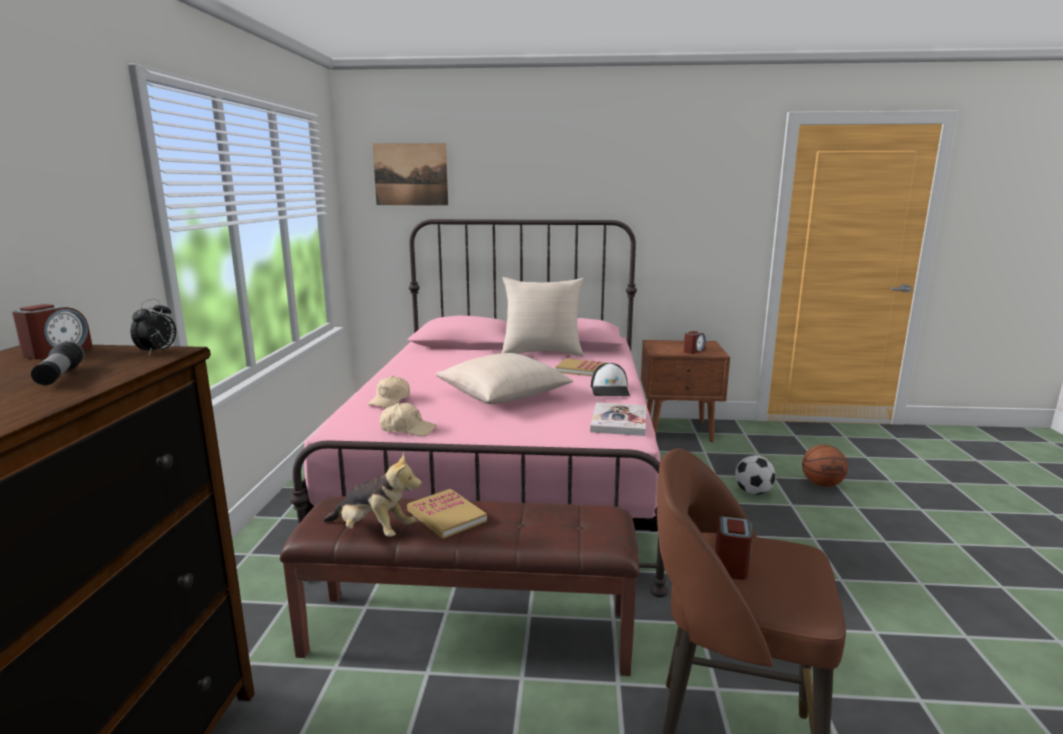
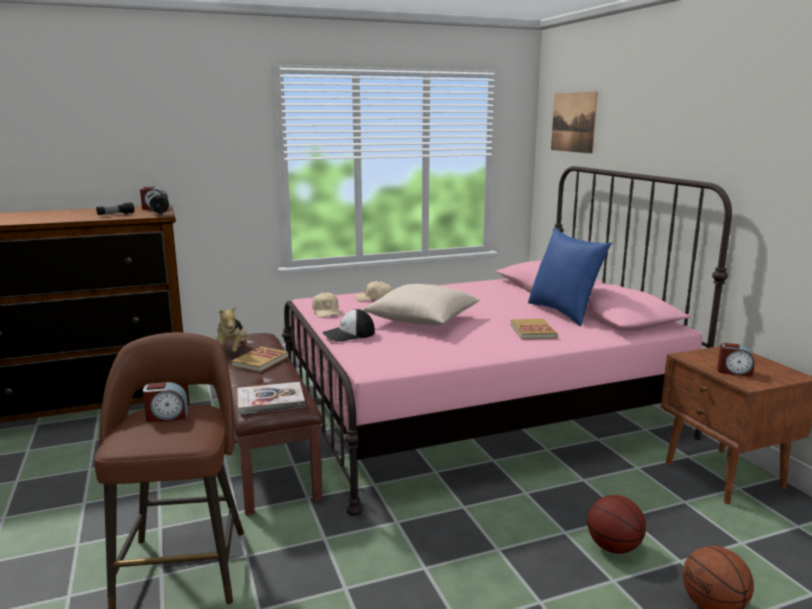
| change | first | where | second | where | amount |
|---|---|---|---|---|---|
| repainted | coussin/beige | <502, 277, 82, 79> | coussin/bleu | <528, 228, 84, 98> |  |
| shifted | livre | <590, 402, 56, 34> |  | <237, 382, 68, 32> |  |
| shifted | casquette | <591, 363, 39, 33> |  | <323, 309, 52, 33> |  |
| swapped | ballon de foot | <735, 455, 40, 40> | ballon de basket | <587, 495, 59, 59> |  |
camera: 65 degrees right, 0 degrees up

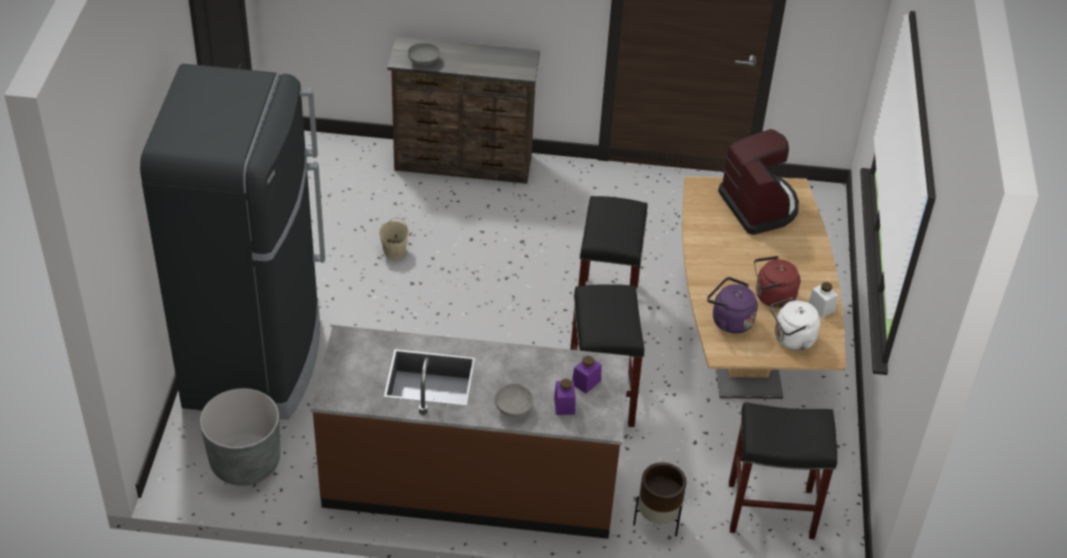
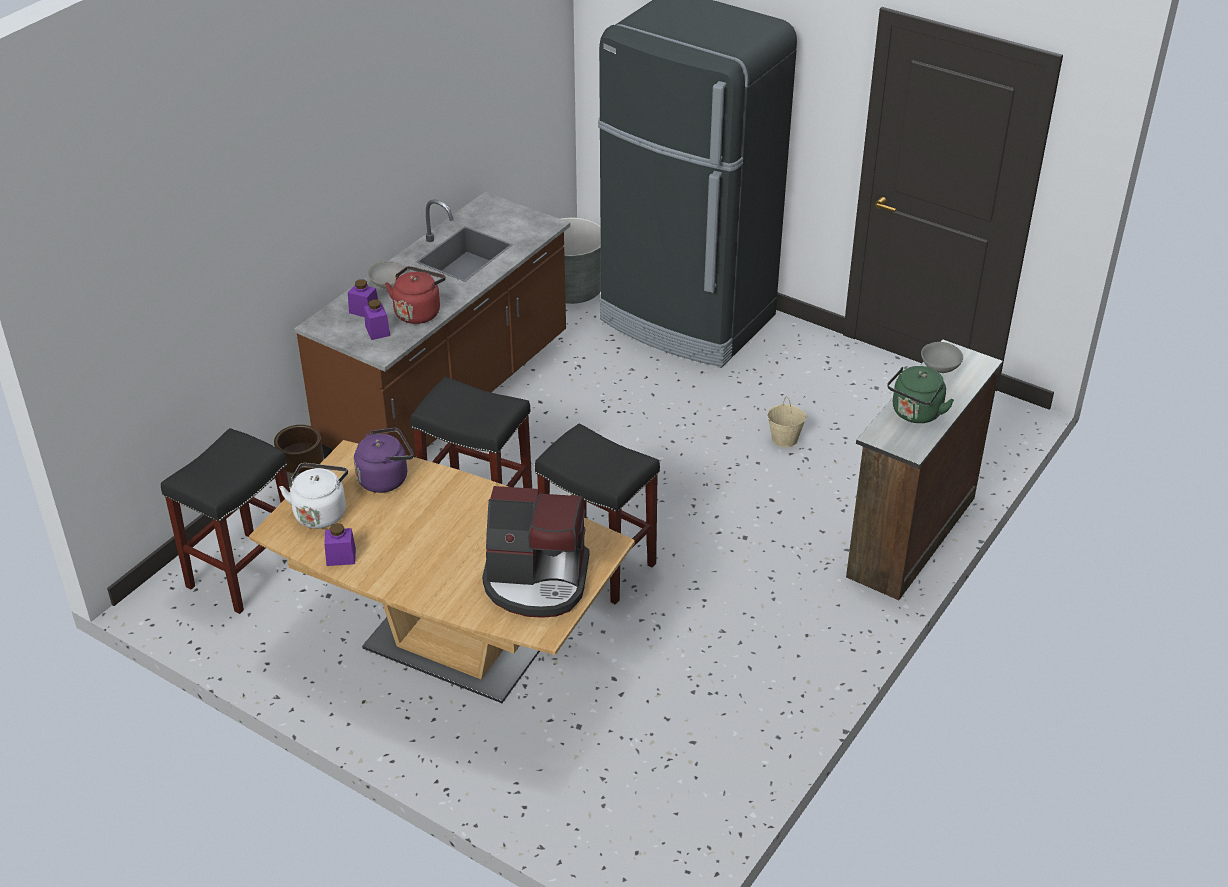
| change | first | where | second | where | amount |
|---|---|---|---|---|---|
| shifted | bouilloire/rouge | <754, 256, 46, 52> |  | <385, 266, 61, 58> |  |
| repainted | bocal/blanc | <808, 282, 30, 36> | bocal/violet | <324, 523, 32, 43> |  |
| new |  |  | bouilloire/vert | <887, 366, 67, 57> |  |
camera: 120 degrees right, 5 degrees down

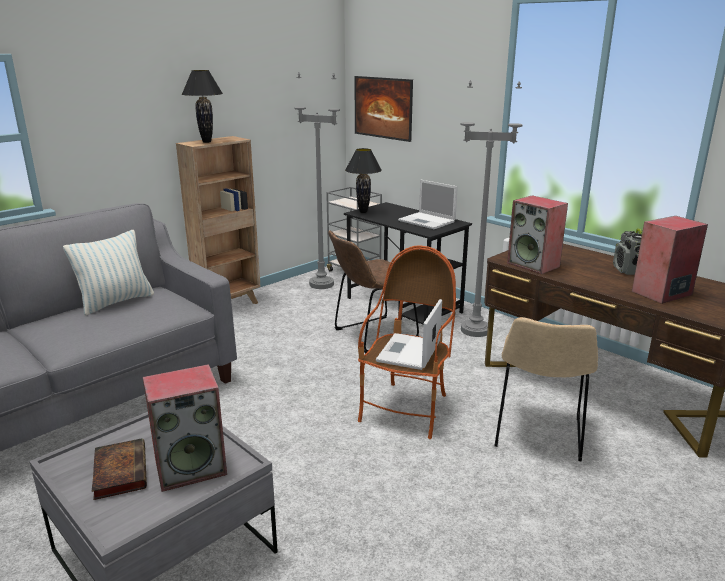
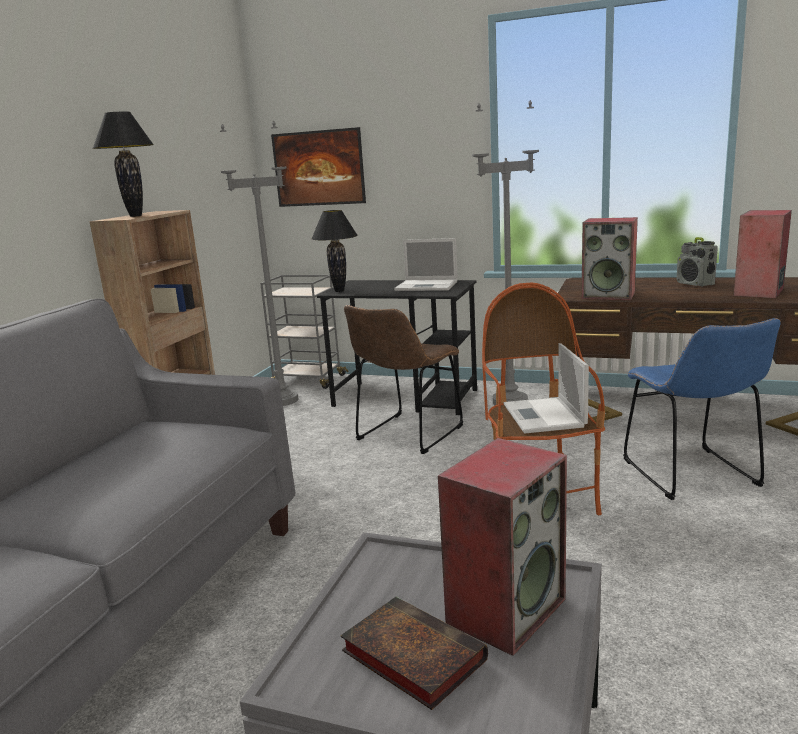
| change | first | where | second | where | amount |
|---|---|---|---|---|---|
| gone | coussin | <63, 230, 91, 86> |  |  |  |
| repainted | chaise/beige | <494, 317, 104, 144> | chaise/bleu | <623, 318, 158, 182> |  |
camera: 25 degrees left, 5 degrees down

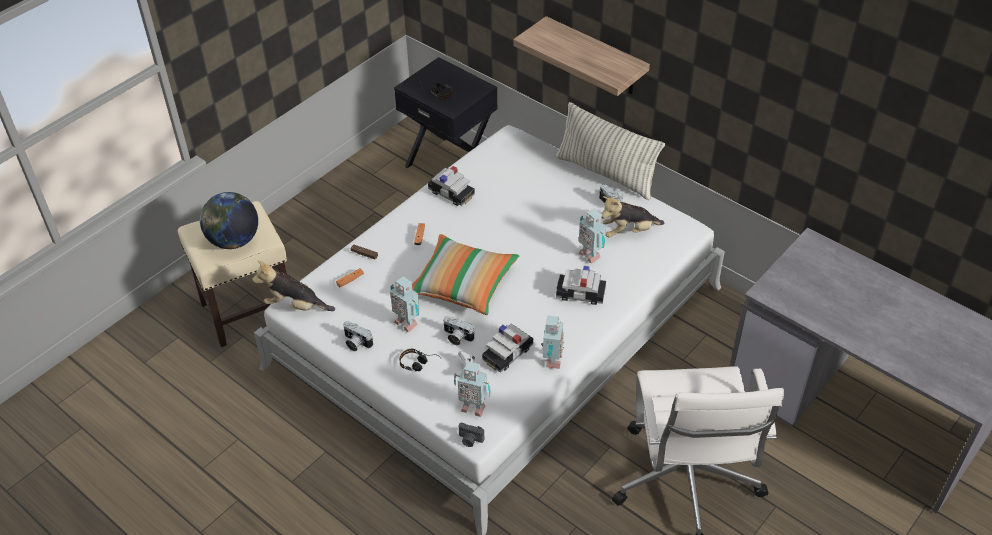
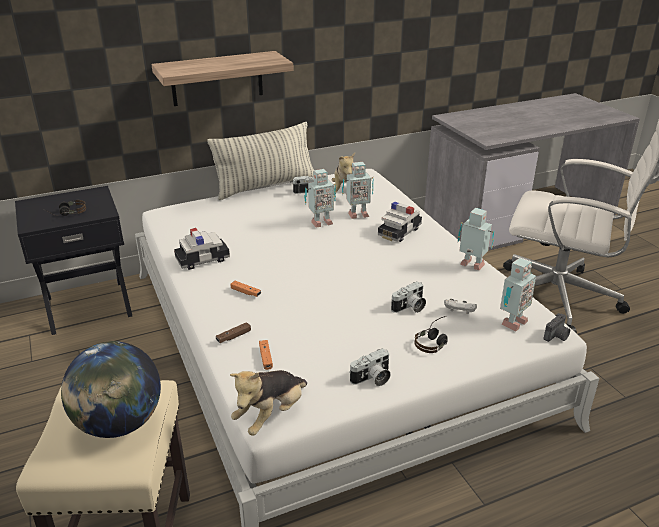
| change | first | where | second | where | amount |
|---|---|---|---|---|---|
| shifted | robot jouet | <390, 276, 30, 57> |  | <304, 169, 32, 59> |  |
| gone | coussin | <412, 234, 107, 81> |  |  |  |
| gone | petite voiture | <482, 324, 51, 49> |  |  |  |
camera: 65 degrees left, 15 degrees down

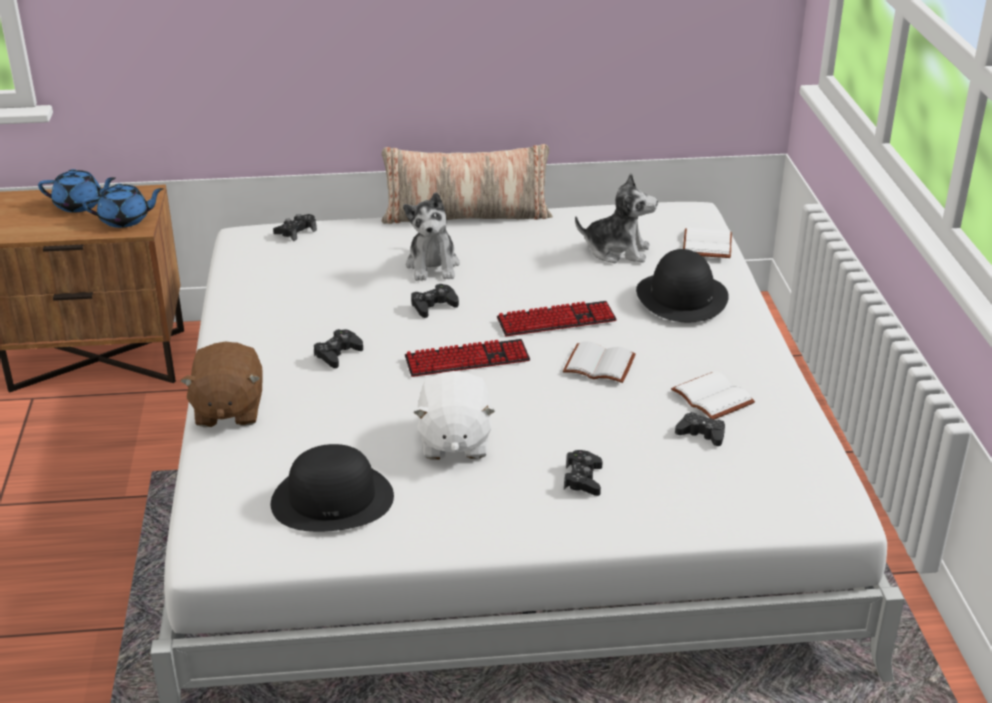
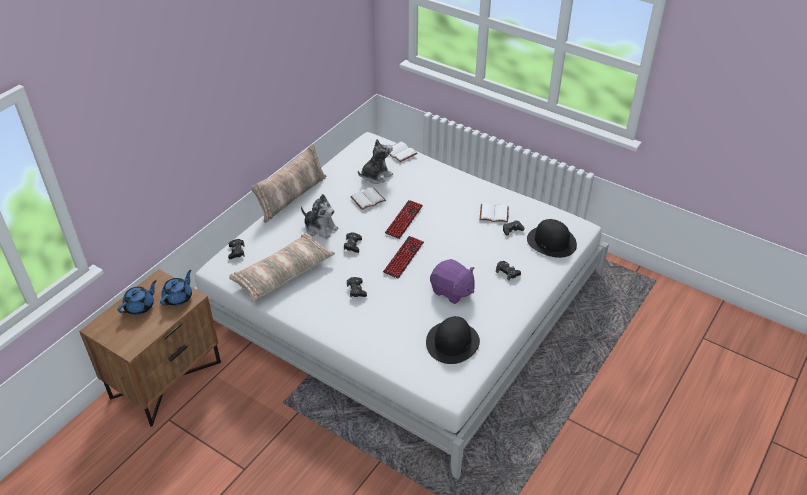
| change | first | where | second | where | amount |
|---|---|---|---|---|---|
| gone | peluche/marron | <180, 342, 83, 85> |  |  |  |
| repainted | peluche/blanc | <413, 371, 83, 89> | peluche/violet | <430, 259, 45, 45> |  |
| shifted | livre/blanc | <563, 341, 73, 42> |  | <350, 187, 36, 23> |  |
| shifted | chapeau/noir | <636, 249, 93, 73> |  | <527, 219, 50, 39> |  |
| new |  |  | coussin | <229, 233, 106, 69> |  |
camera: 50 degrees left, 10 degrees up

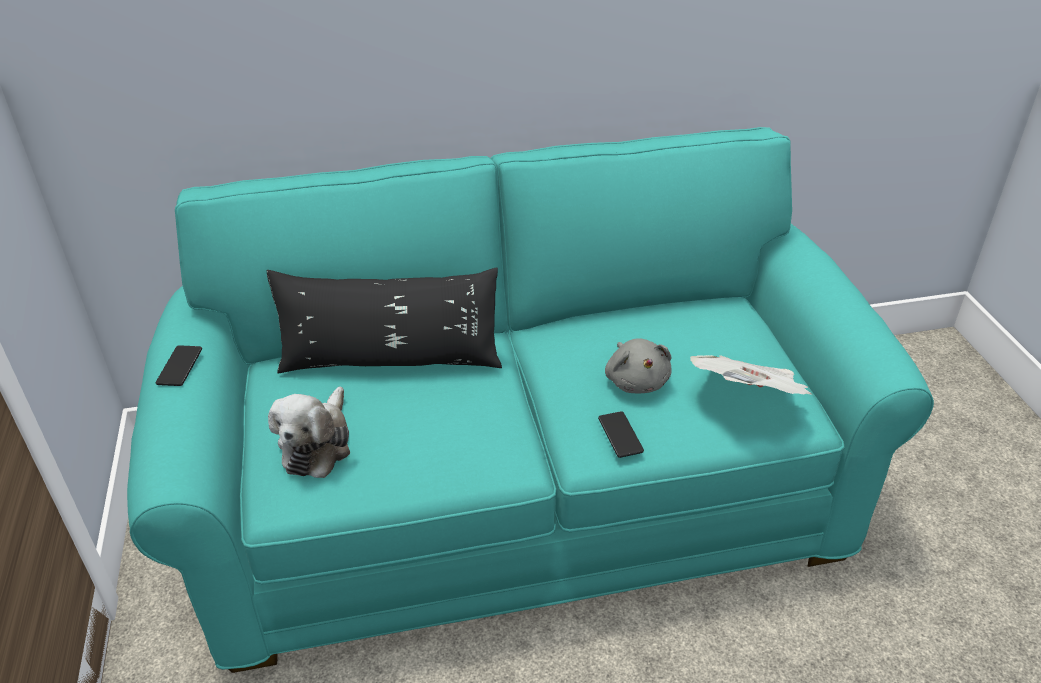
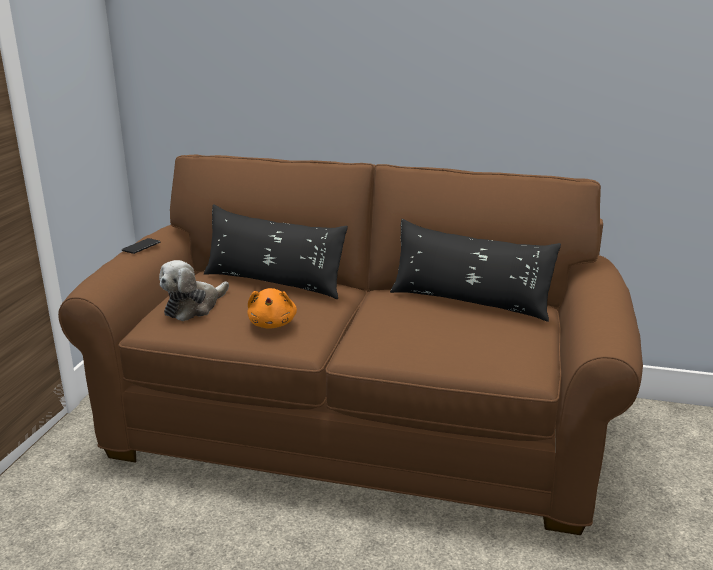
| change | first | where | second | where | amount |
|---|---|---|---|---|---|
| repainted | canapé/turquoise | <127, 127, 807, 546> | canapé/marron | <58, 155, 585, 380> |  |
| gone | téléphone | <598, 411, 46, 47> |  |  |  |
| gone | peluche/gris | <605, 338, 66, 56> |  |  |  |
| gone | journal | <690, 355, 122, 40> |  |  |  |
| new |  |  | peluche/orange | <247, 288, 50, 41> |  |
| new |  |  | coussin/noir | <390, 219, 171, 103> |  |
camera: 25 degrees right, 15 degrees down

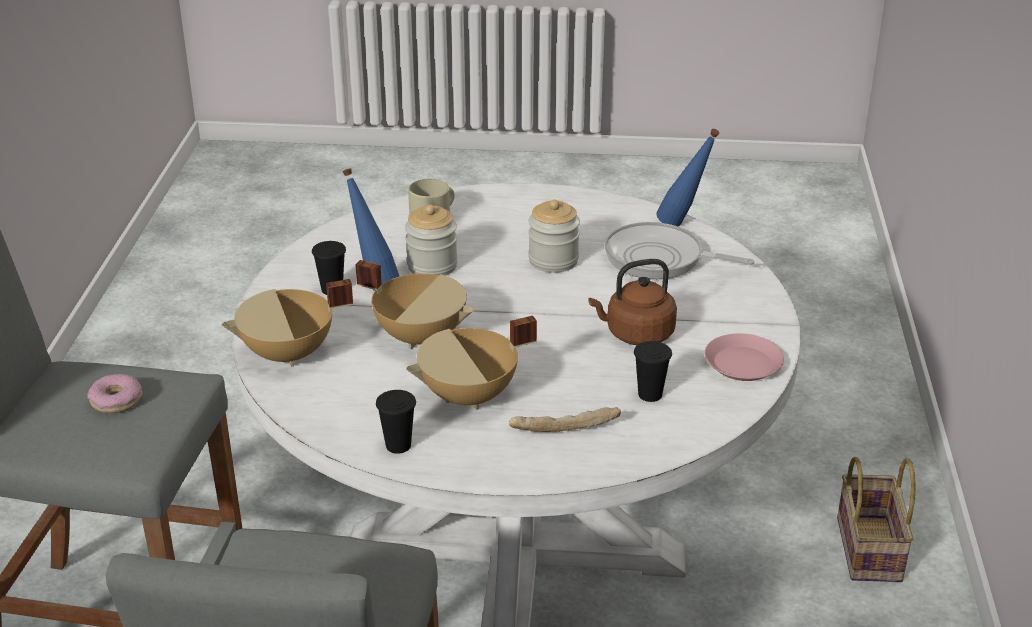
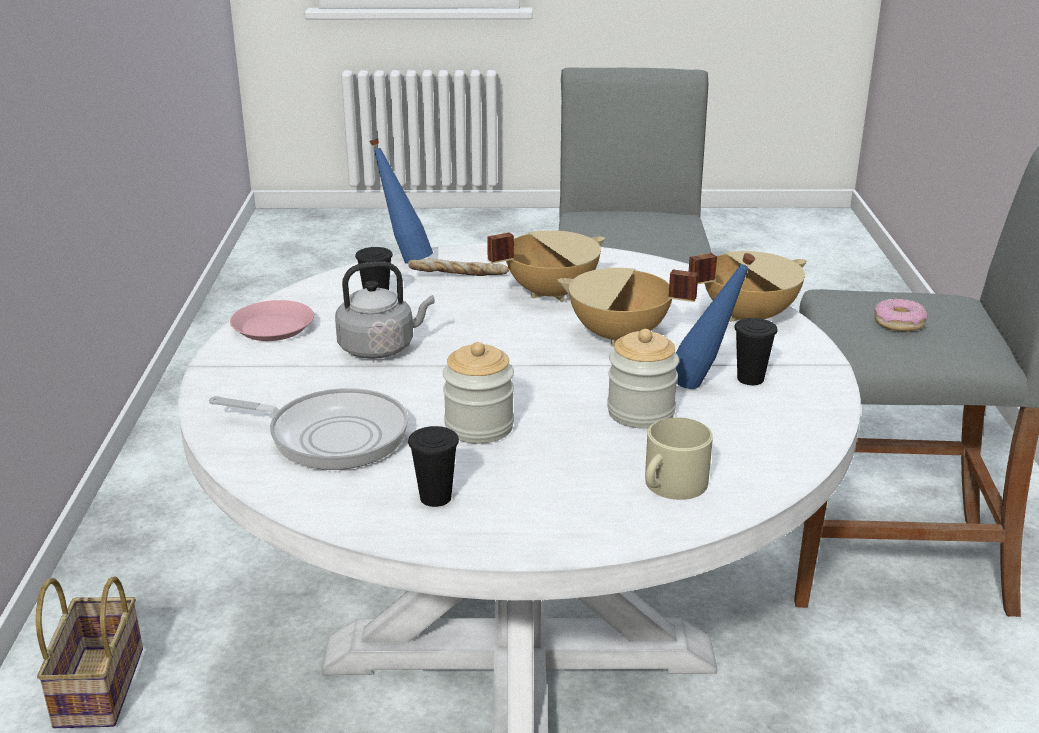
| change | first | where | second | where | amount |
|---|---|---|---|---|---|
| shifted | tasse/noir | <376, 390, 40, 64> |  | <408, 426, 51, 81> |  |
| repainted | bouilloire/marron | <588, 259, 89, 86> | bouilloire/gris | <335, 262, 100, 97> |  |
| shifted | bouteille/bleu | <656, 129, 63, 97> |  | <369, 138, 64, 126> |  |
camera: 175 degrees right, 5 degrees down

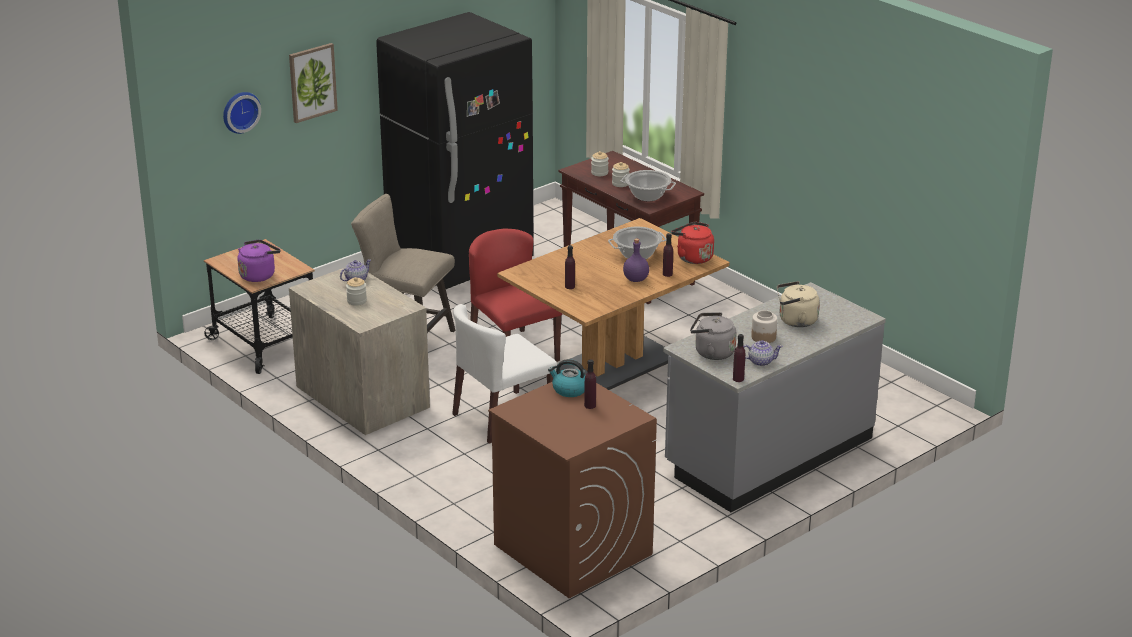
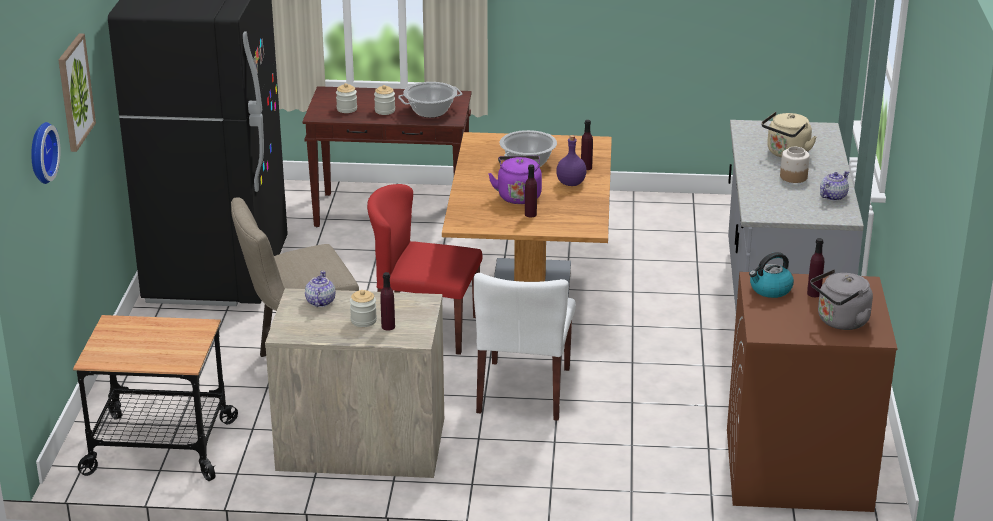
| change | first | where | second | where | amount |
|---|---|---|---|---|---|
| shifted | bouilloire/violet | <237, 240, 43, 42> |  | <488, 156, 54, 48> |  |
| gone | bouilloire/rouge | <671, 222, 43, 42> |  |  |  |
| shifted | bouilloire/gris | <690, 312, 46, 48> |  | <810, 269, 63, 61> |  |
| shifted | bouteille/violet | <733, 334, 12, 48> |  | <380, 272, 15, 59> |  |
camera: 45 degrees left, 0 degrees up

